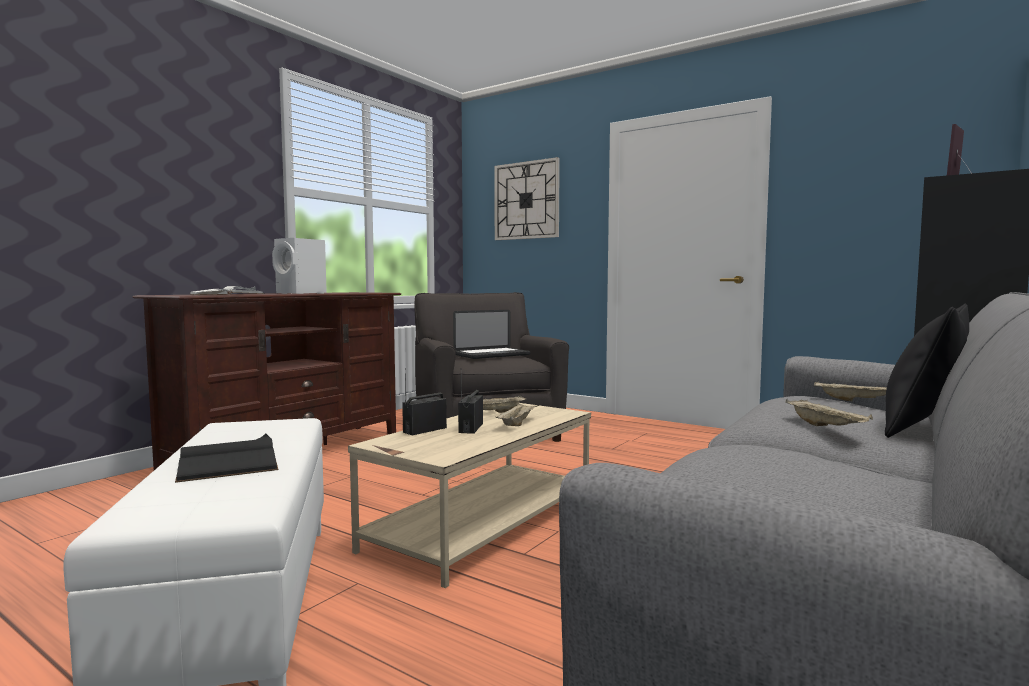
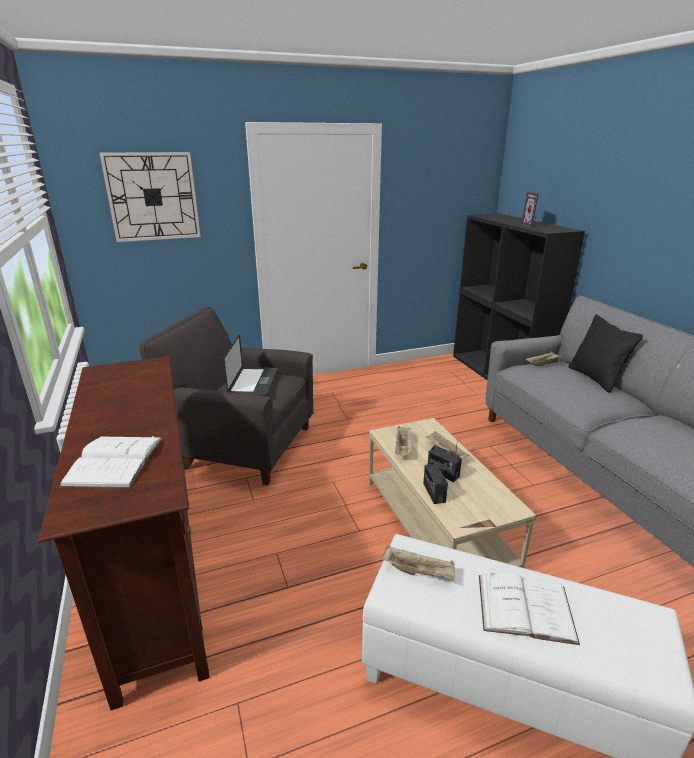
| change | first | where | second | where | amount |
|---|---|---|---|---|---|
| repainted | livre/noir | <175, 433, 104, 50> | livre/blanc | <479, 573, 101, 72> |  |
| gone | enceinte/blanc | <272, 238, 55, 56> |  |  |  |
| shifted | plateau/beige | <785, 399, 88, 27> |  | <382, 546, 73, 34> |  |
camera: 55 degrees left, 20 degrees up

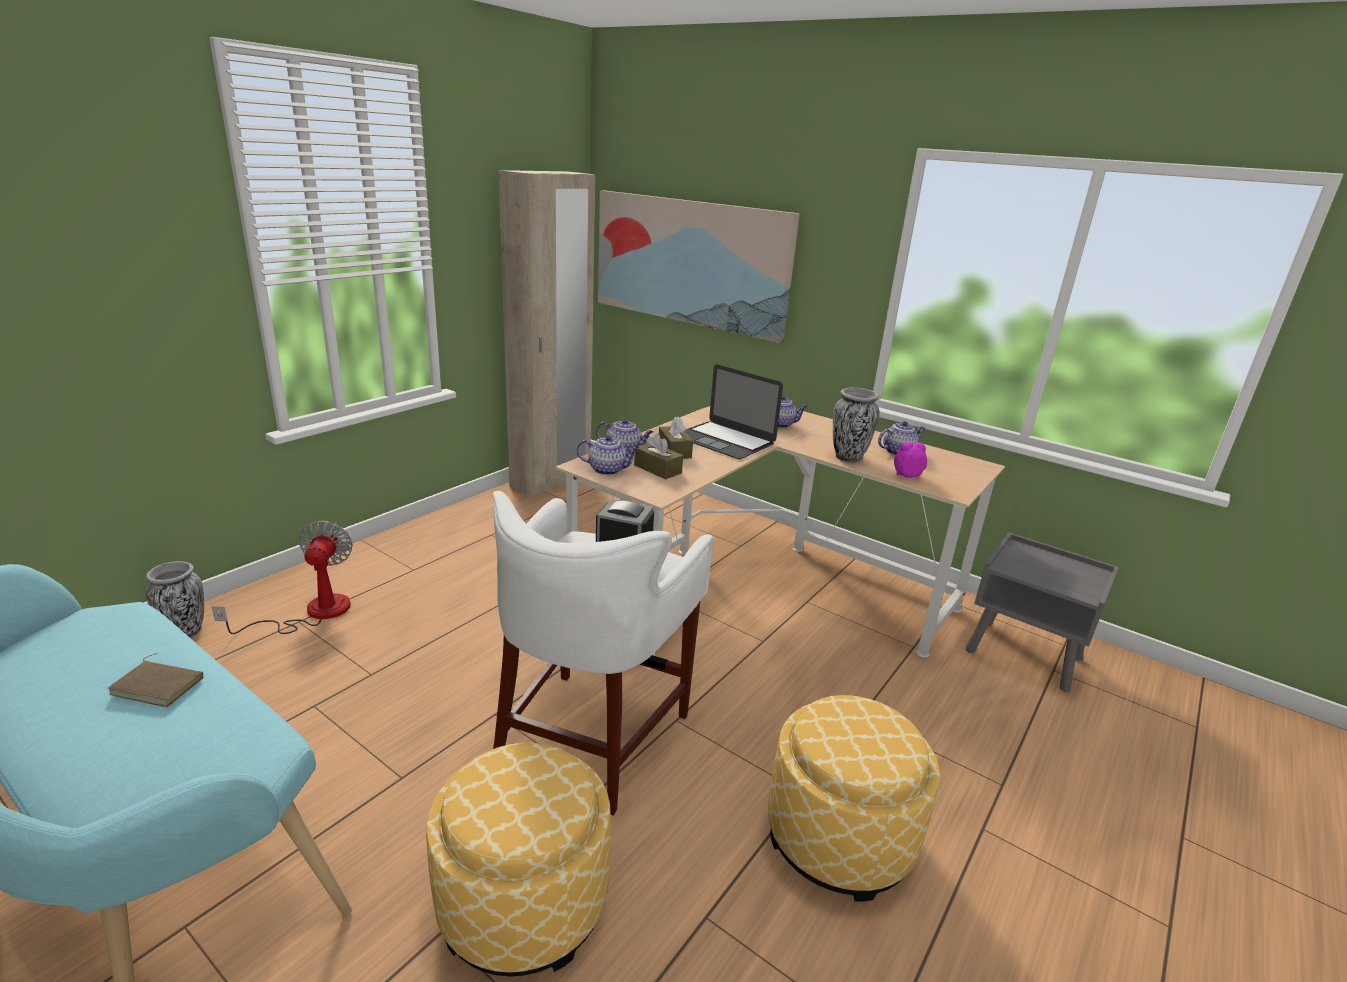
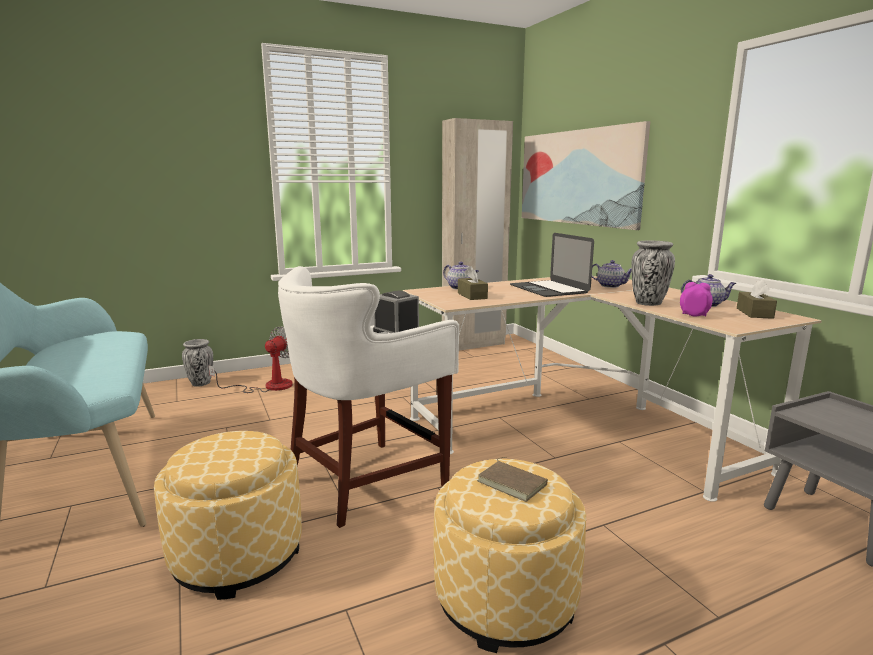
| change | first | where | second | where | amount |
|---|---|---|---|---|---|
| shifted | livre/marron | <108, 653, 96, 54> |  | <477, 457, 71, 45> |  |
| gone | théière | <577, 435, 62, 40> |  |  |  |
| shifted | boîte à mouchoirs/marron | <659, 416, 34, 43> |  | <737, 279, 40, 40> |  |
camera: 30 degrees right, 10 degrees down

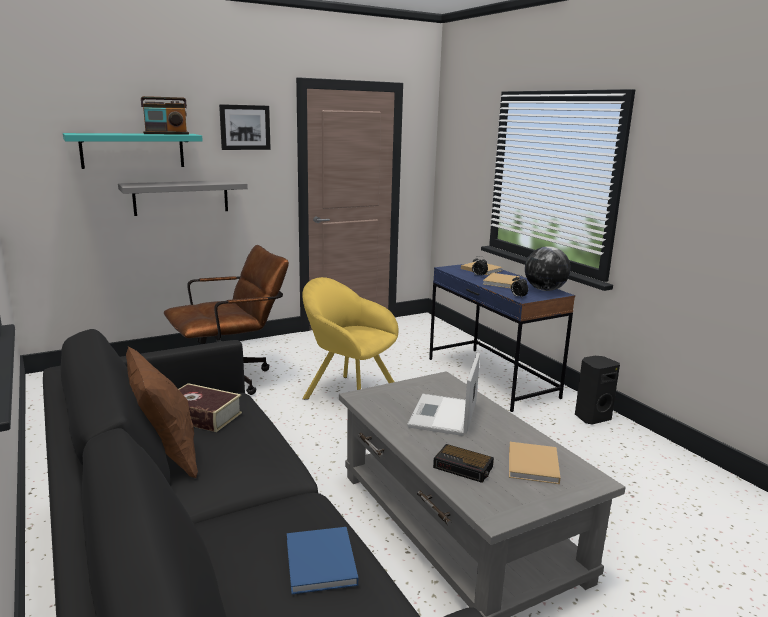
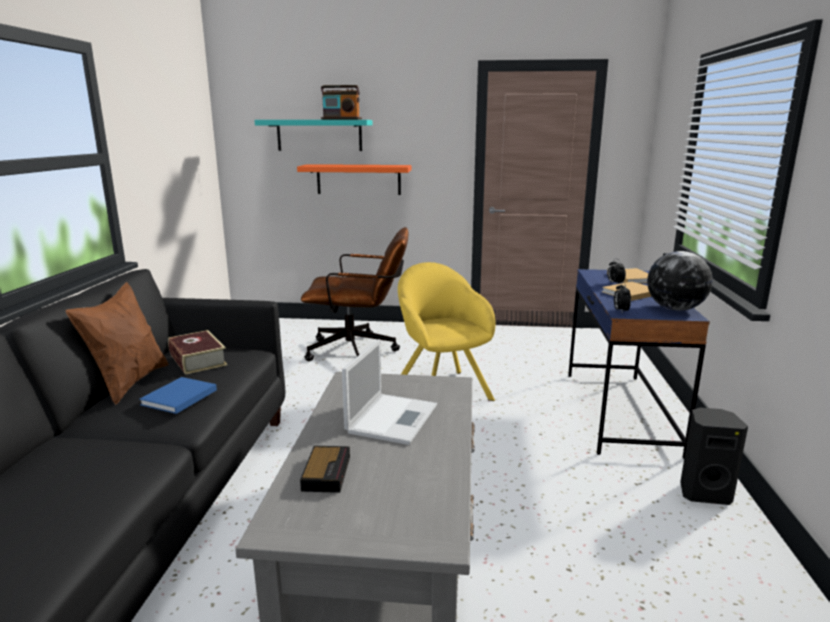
| change | first | where | second | where | amount |
|---|---|---|---|---|---|
| repainted | étagère/gris | <118, 180, 130, 36> | étagère/orange | <297, 164, 115, 31> |  |
| gone | tableau | <219, 104, 52, 46> |  |  |  |
| shifted | livre/bleu | <287, 527, 71, 67> |  | <139, 377, 78, 37> |  |
| rotated | ordinateur portable | <407, 353, 73, 83> |  | <342, 339, 95, 106> | 150 degrees clockwise |
| rotated | réveil | <433, 444, 61, 39> |  | <300, 446, 50, 47> | 150 degrees counterclockwise |
| gone | livre/beige | <509, 442, 51, 42> |  |  |  |
camera: 35 degrees right, 0 degrees up

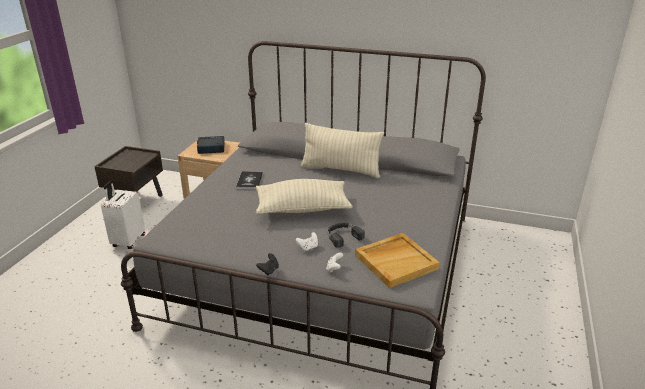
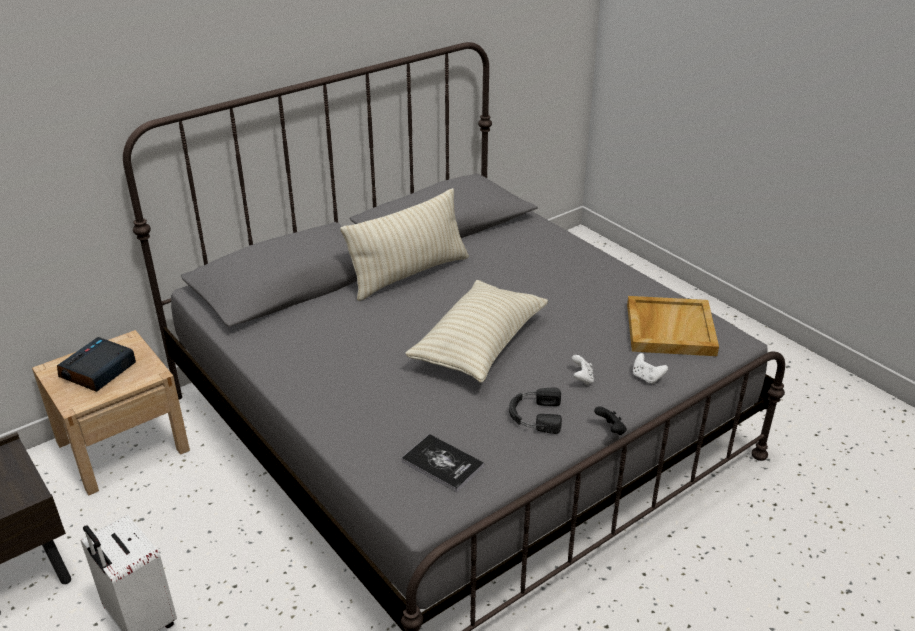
| change | first | where | second | where | amount |
|---|---|---|---|---|---|
| shifted | livre | <236, 171, 27, 18> |  | <402, 434, 82, 58> |  |
| shifted | casque audio/noir | <328, 223, 37, 25> |  | <509, 387, 53, 47> |  |
camera: 55 degrees left, 5 degrees up

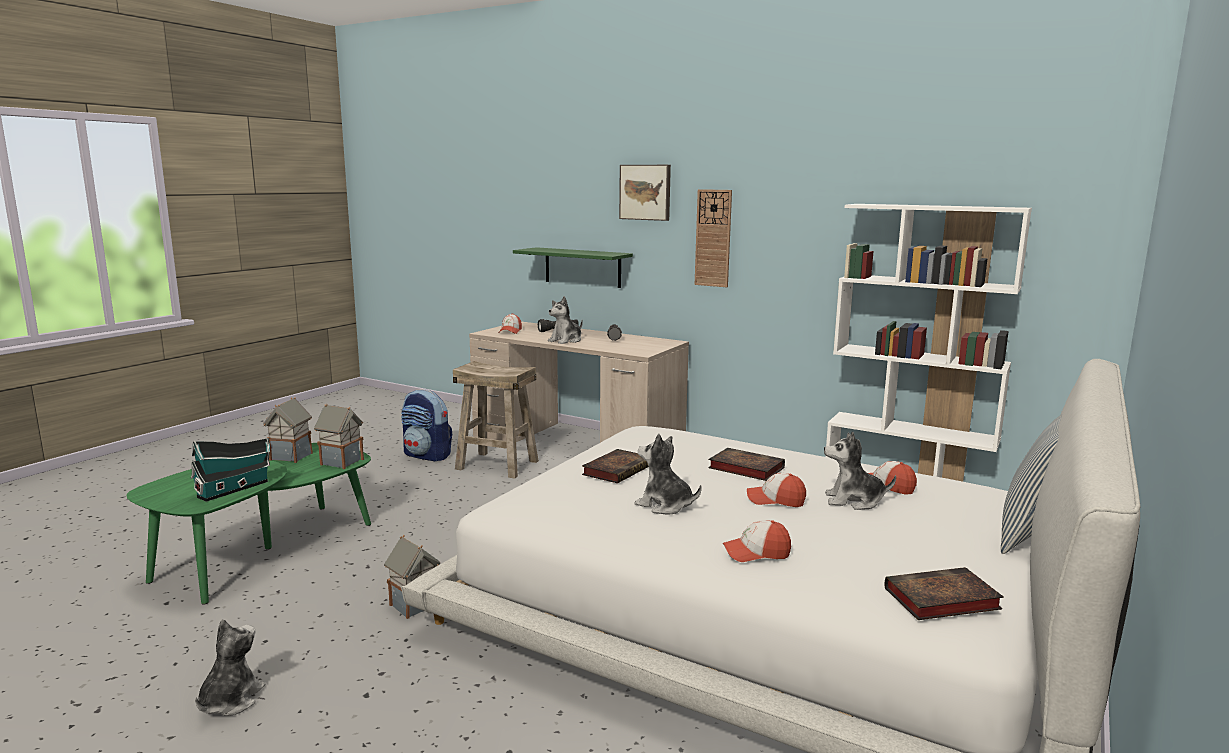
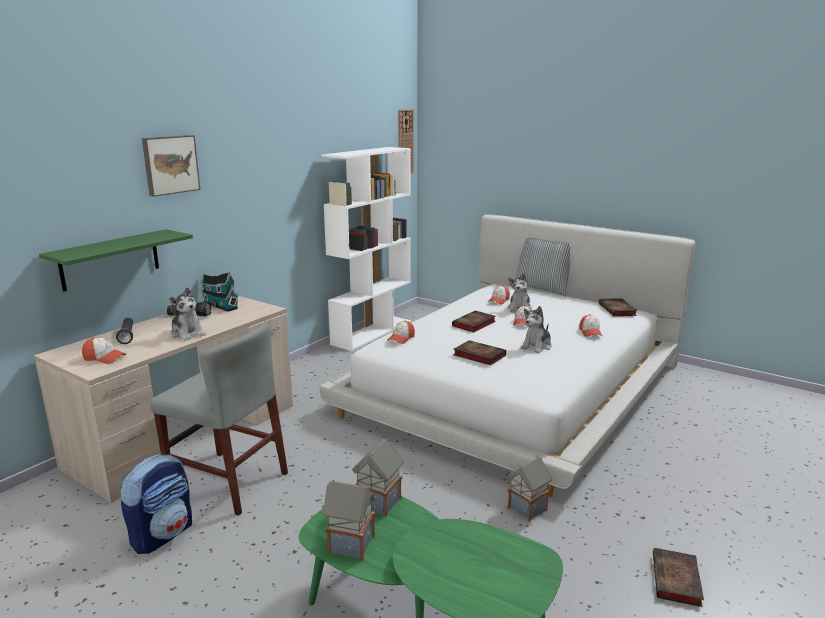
| change | first | where | second | where | amount |
|---|---|---|---|---|---|
| shifted | maison miniature | <191, 438, 79, 64> |  | <201, 272, 38, 40> |  |
| swapped | peluche | <195, 619, 71, 97> | livre | <653, 548, 51, 59> |  |
| swapped | tabouret/beige | <453, 361, 86, 118> | chaise/gris | <150, 322, 138, 194> |  |
| shifted | horloge murale | <695, 189, 37, 98> |  | <398, 109, 16, 65> |  |
| new |  |  | casquette | <387, 320, 28, 24> |  |
camera: 85 degrees left, 5 degrees up

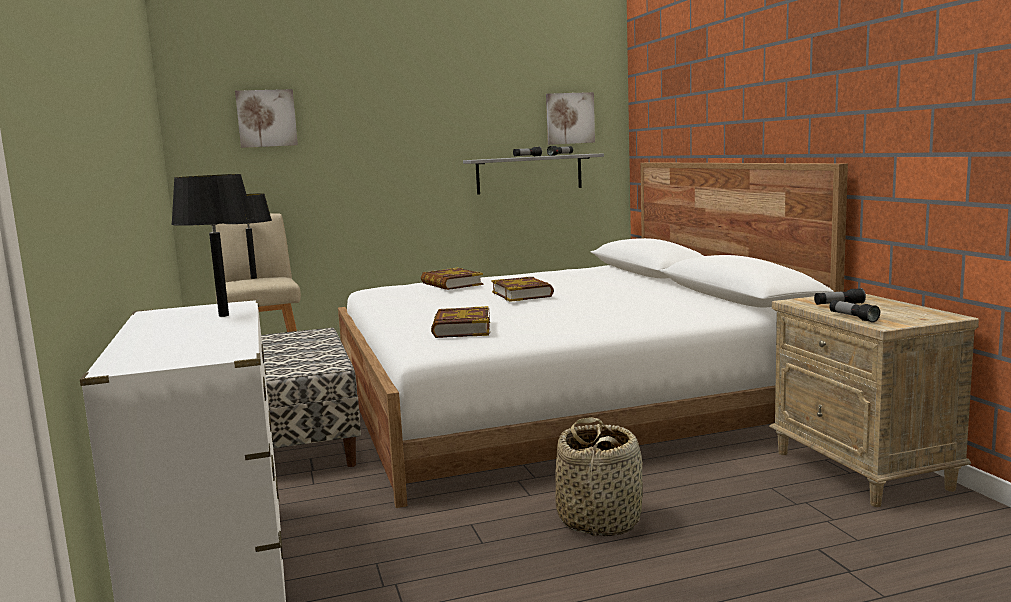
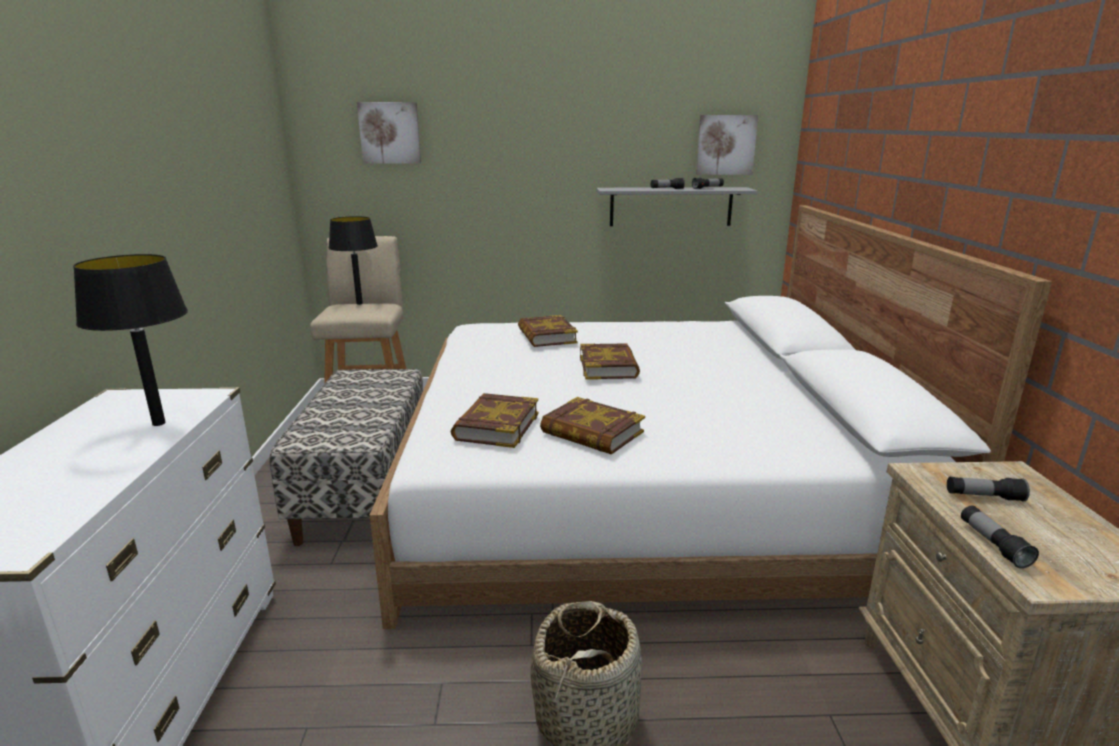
| change | first | where | second | where | amount |
|---|---|---|---|---|---|
| new |  |  | livre | <540, 397, 105, 58> |  |
camera: 15 degrees right, 10 degrees up

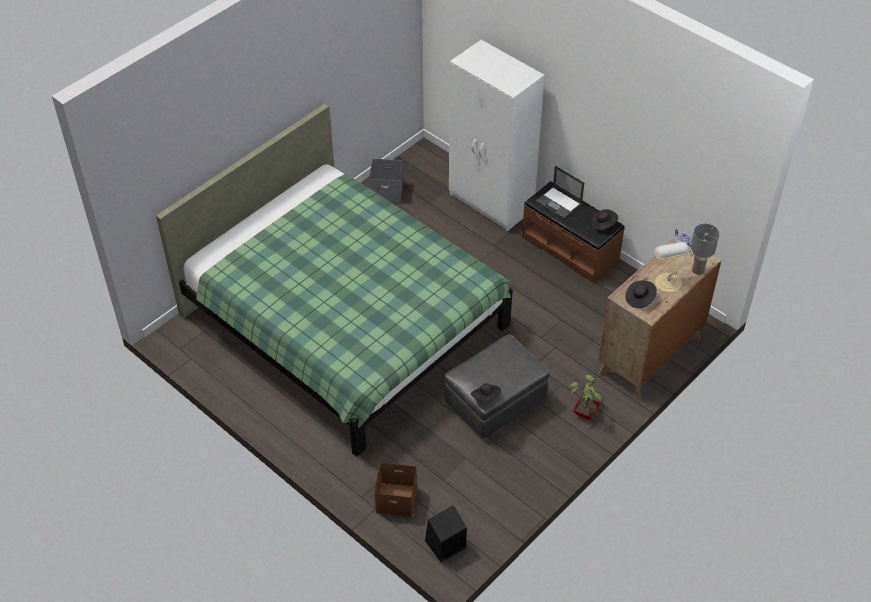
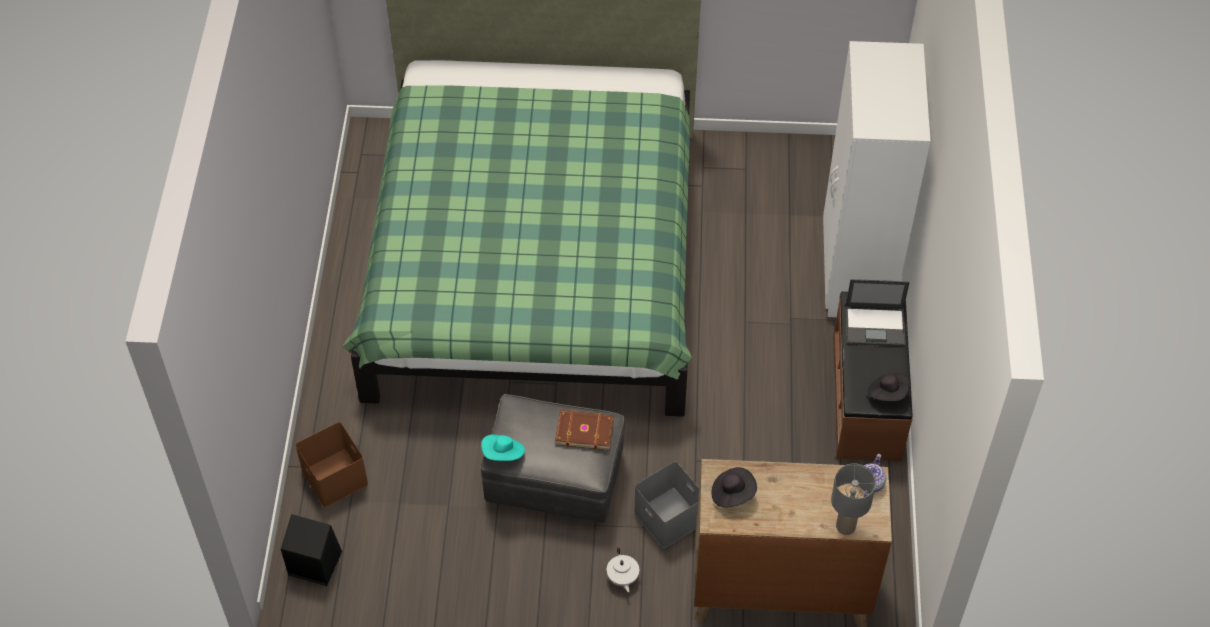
| change | first | where | second | where | amount |
|---|---|---|---|---|---|
| shifted | boîte de rangement/gris | <369, 159, 34, 44> |  | <634, 461, 65, 87> |  |
| repainted | chapeau/noir | <471, 383, 30, 19> | chapeau/turquoise | <481, 435, 44, 26> |  |
| rotated | ordinateur portable | <535, 166, 49, 53> |  | <845, 279, 65, 67> | 90 degrees counterclockwise |
| swapped | plante en pot | <568, 371, 35, 49> | théière/blanc | <607, 547, 32, 45> |  |
| gone | lampe de table | <654, 242, 39, 51> |  |  |  |
| new |  |  | livre/marron | <555, 410, 59, 40> |  |
camera: 50 degrees right, 5 degrees up

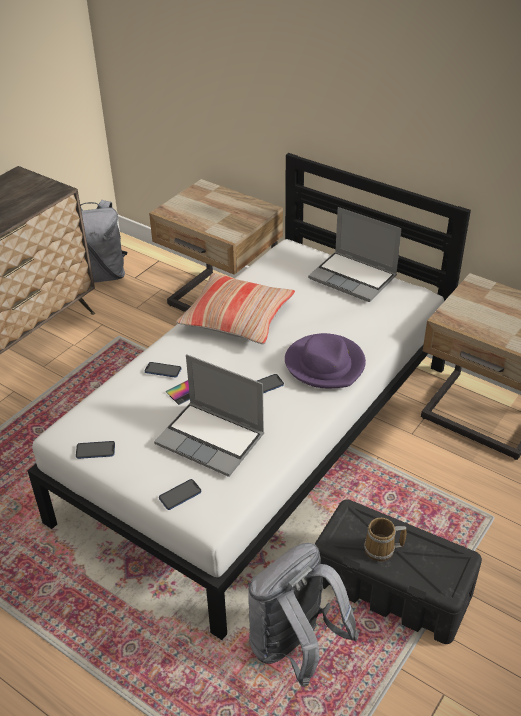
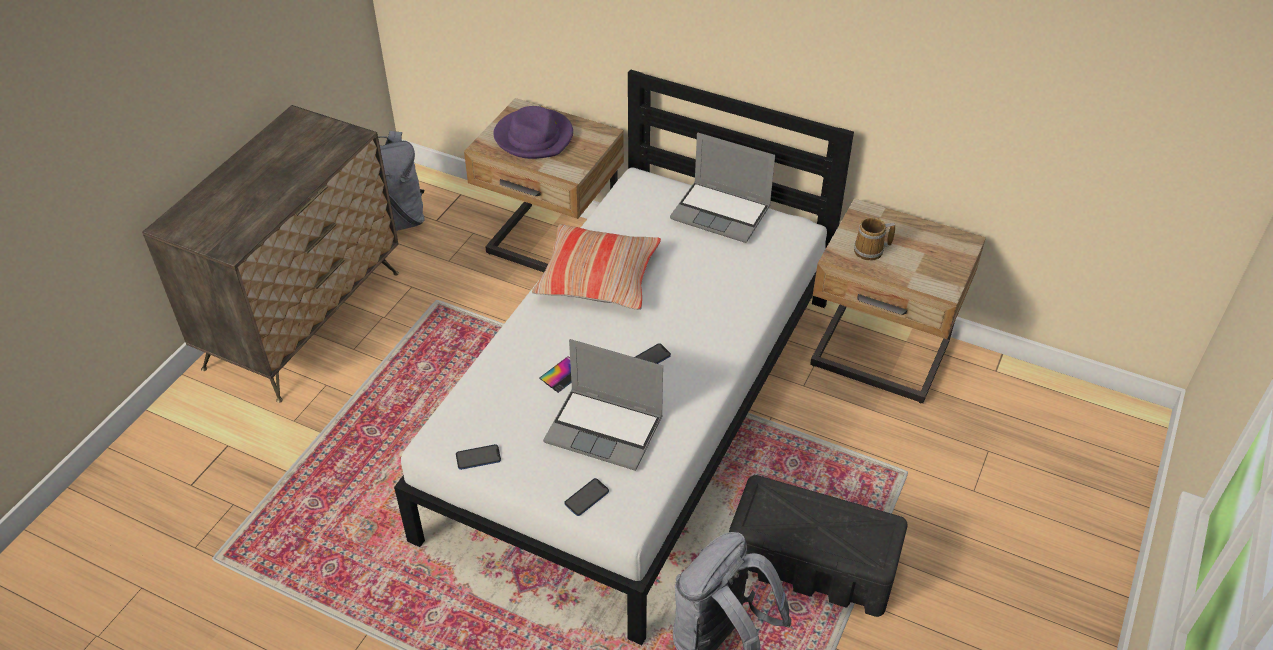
| change | first | where | second | where | amount |
|---|---|---|---|---|---|
| gone | téléphone | <145, 362, 36, 16> |  |  |  |
| shifted | chapeau/violet | <285, 333, 81, 55> |  | <493, 106, 80, 53> |  |
| shifted | mug | <364, 518, 43, 43> |  | <854, 217, 41, 44> |  |
camera: 10 degrees left, 5 degrees up

